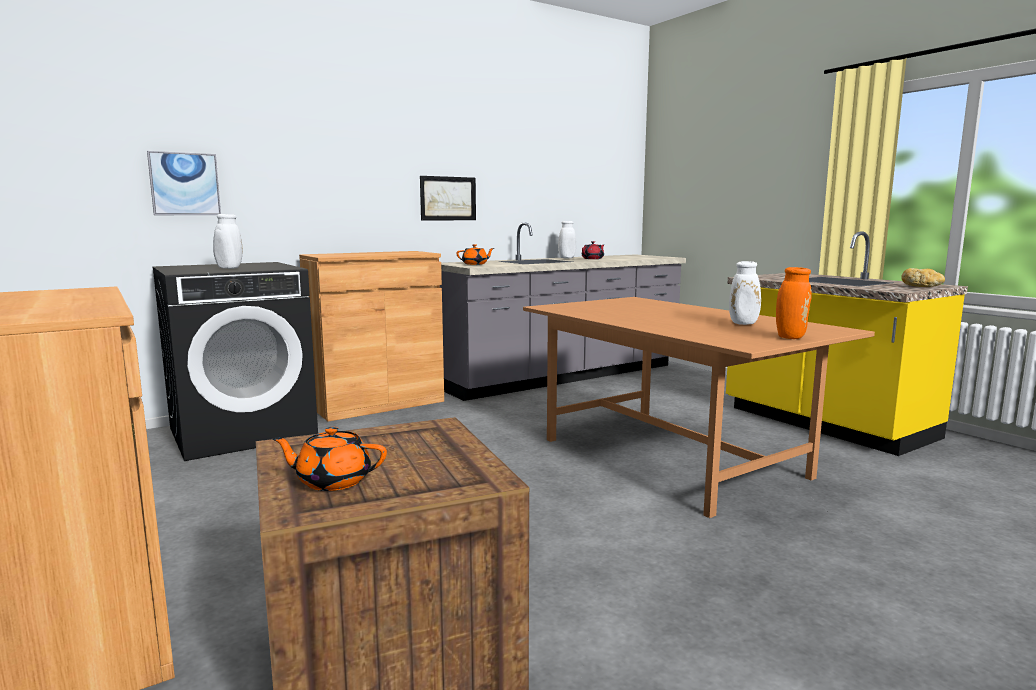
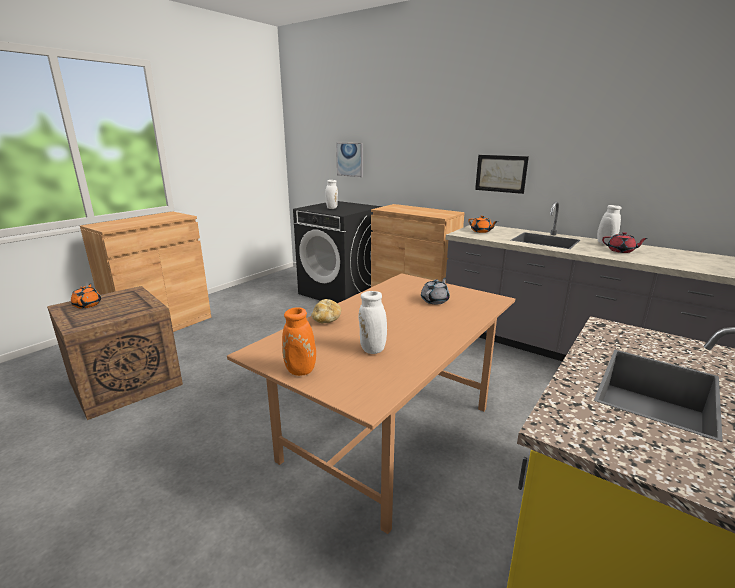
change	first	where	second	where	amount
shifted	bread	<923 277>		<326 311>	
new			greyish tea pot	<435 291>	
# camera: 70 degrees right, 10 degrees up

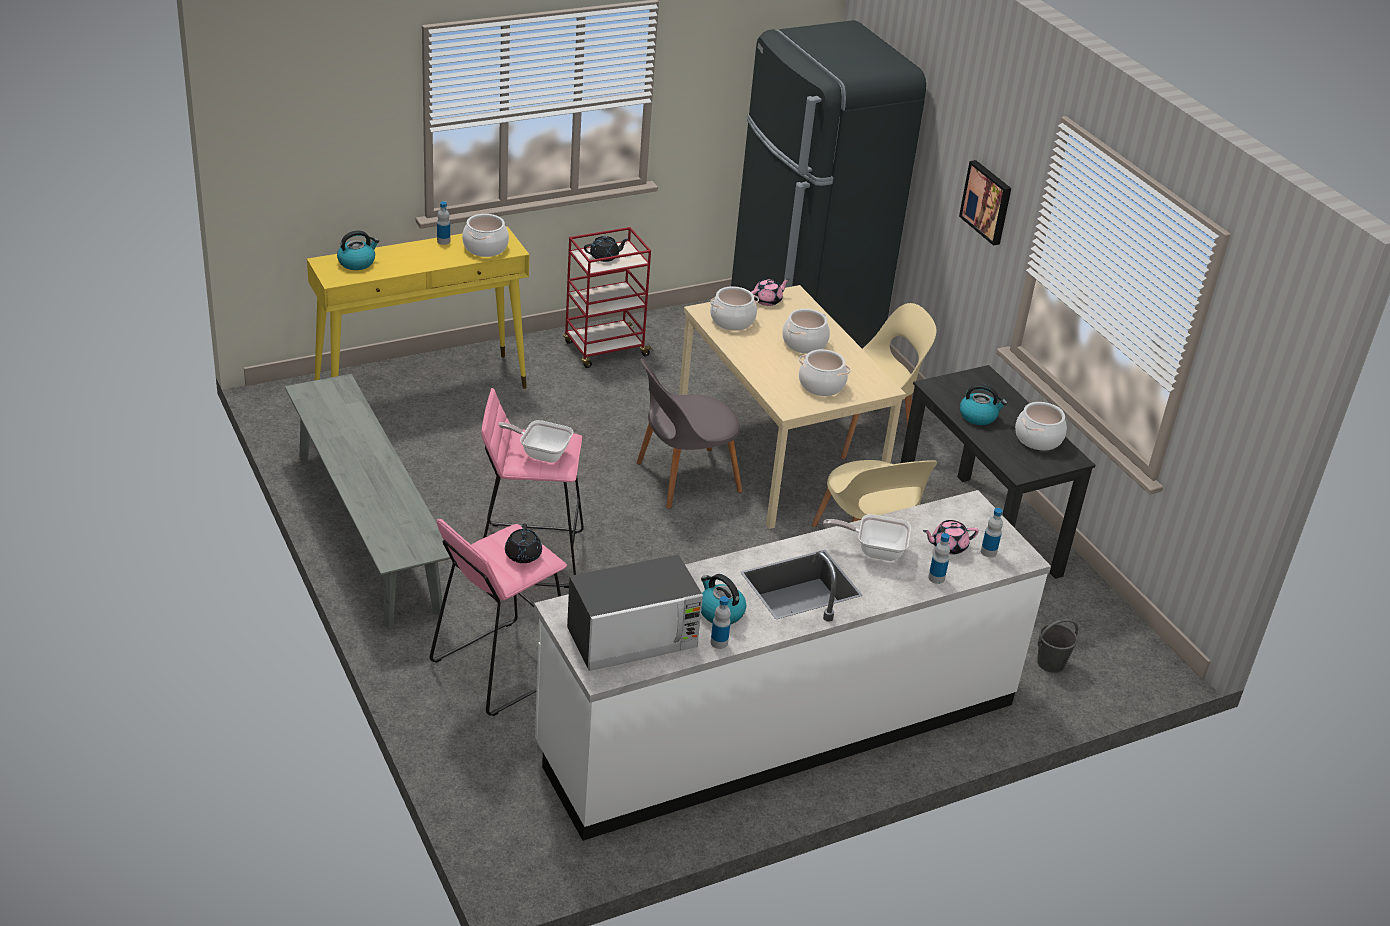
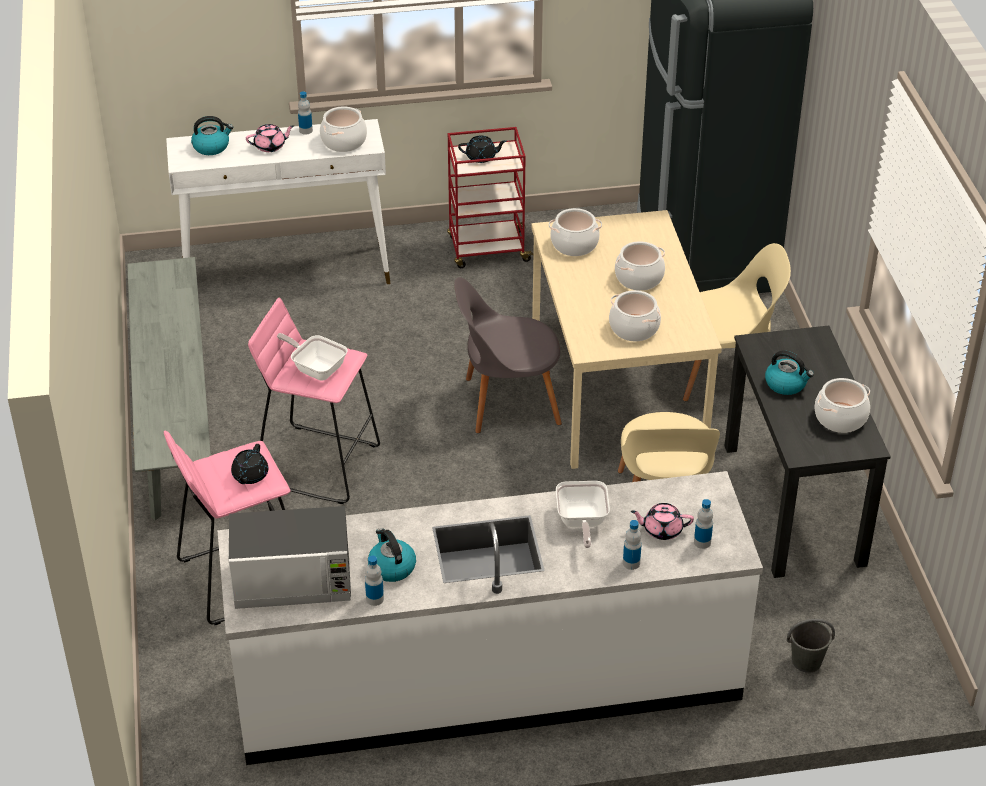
change	first	where	second	where	amount
repainted	yellow console table	<418 307>	white console table	<278 201>	
shifted	pink tea pot	<770 292>		<270 138>	
rotated	skillet	<867 537>		<583 514>	120 degrees counterclockwise
gone	picture	<985 203>			
# camera: 20 degrees right, 5 degrees up

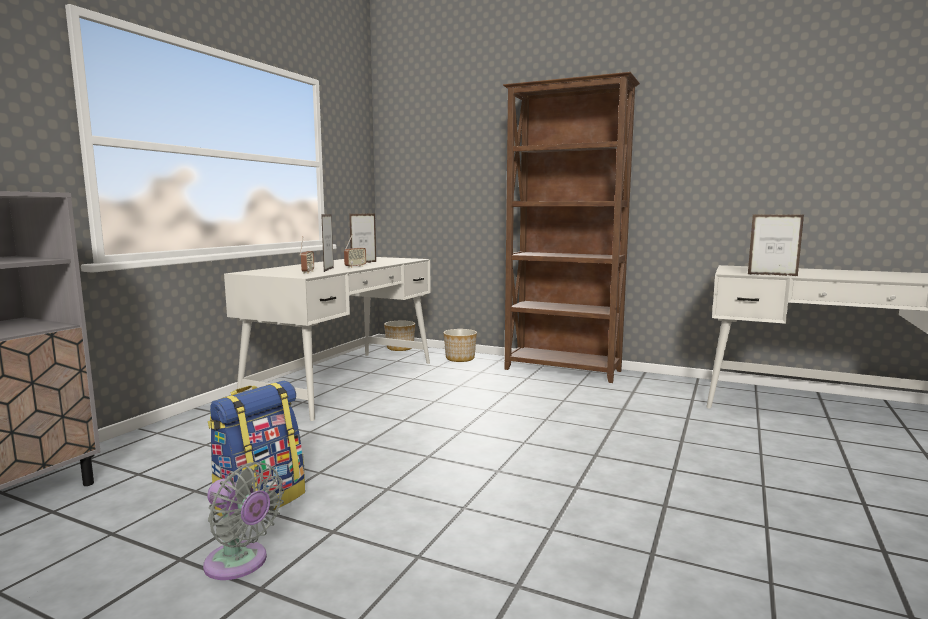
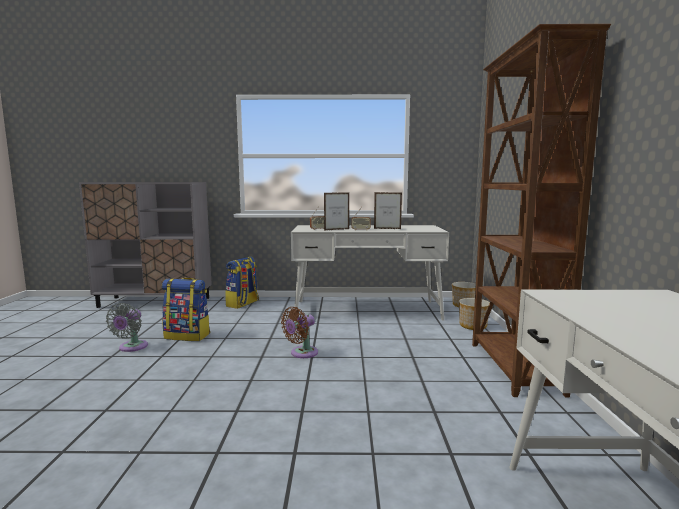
change	first	where	second	where	amount
gone	photo frame	<776 245>			
new			knapsack	<242 283>	
new			brown-coloured fan	<299 332>	
# camera: 65 degrees right, 0 degrees up

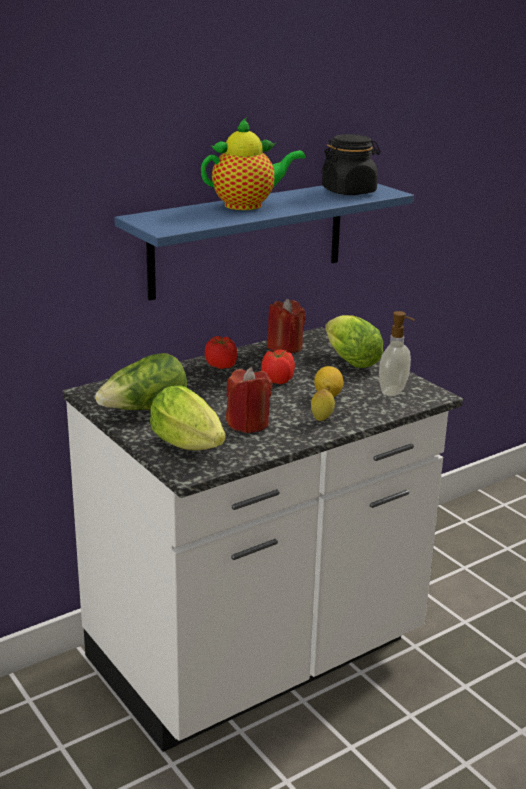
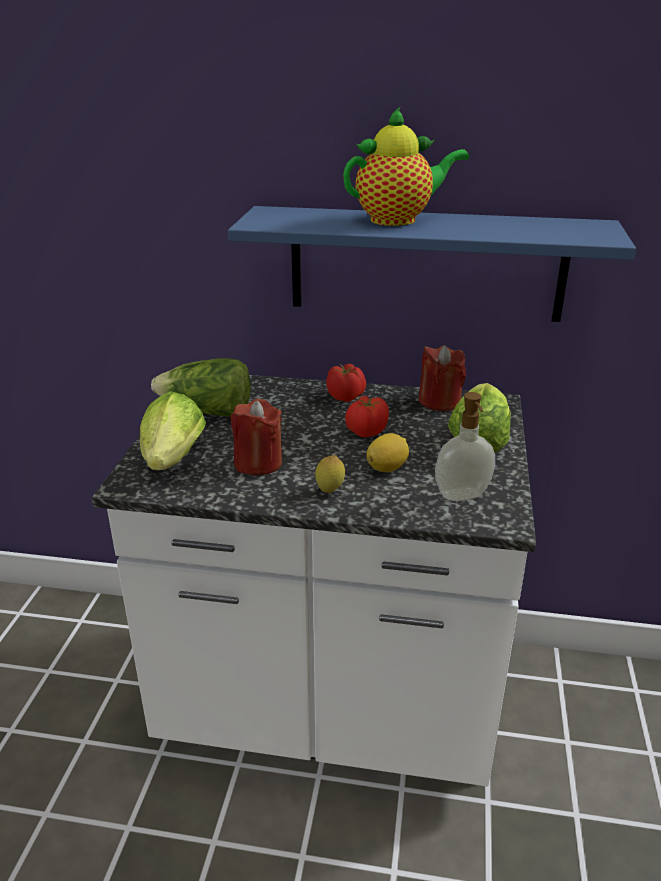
change	first	where	second	where	amount
rotated	tea pot	<253 163>		<406 166>	45 degrees counterclockwise
gone	black-coloured preserve jar	<351 164>			
# camera: 45 degrees right, 5 degrees up

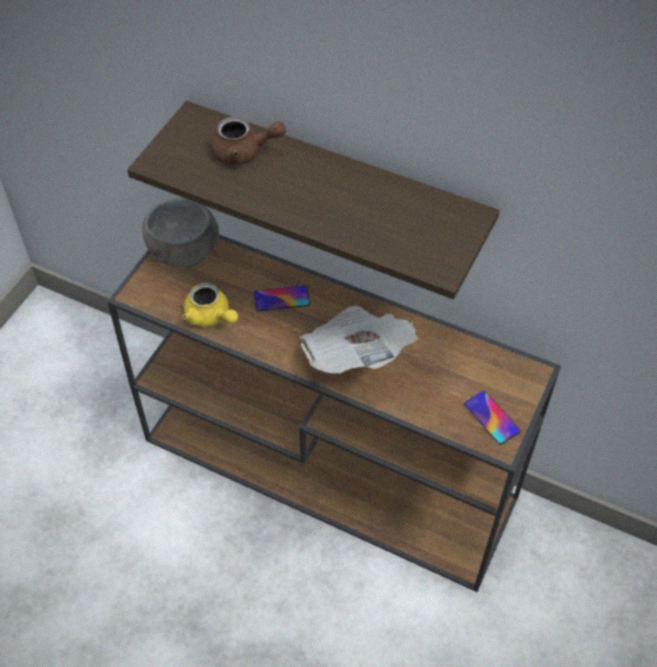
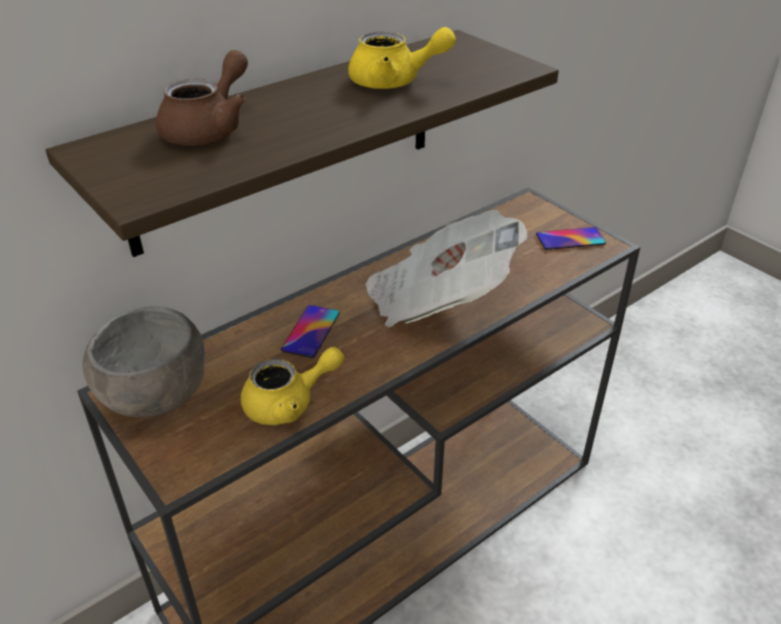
change	first	where	second	where	amount
new			yellow tea pot	<402 58>	
# camera: 65 degrees left, 15 degrees down

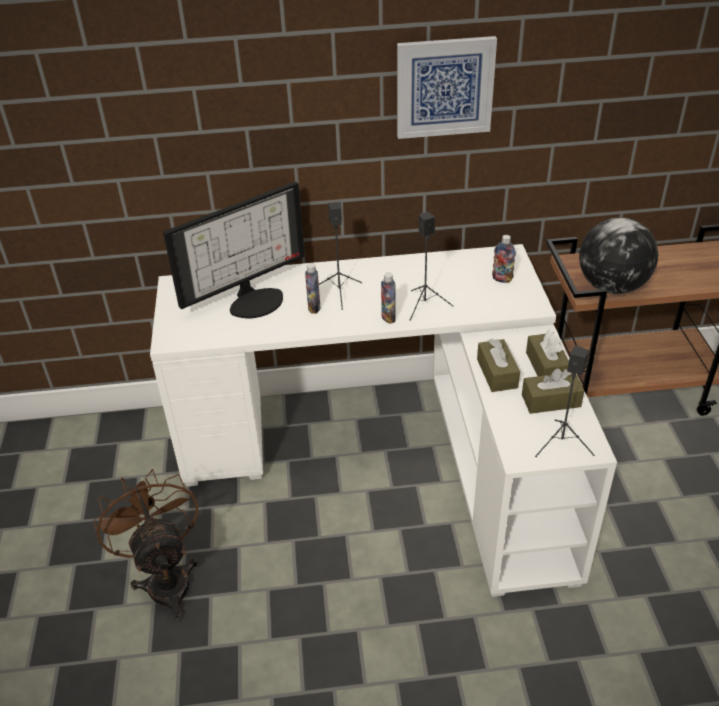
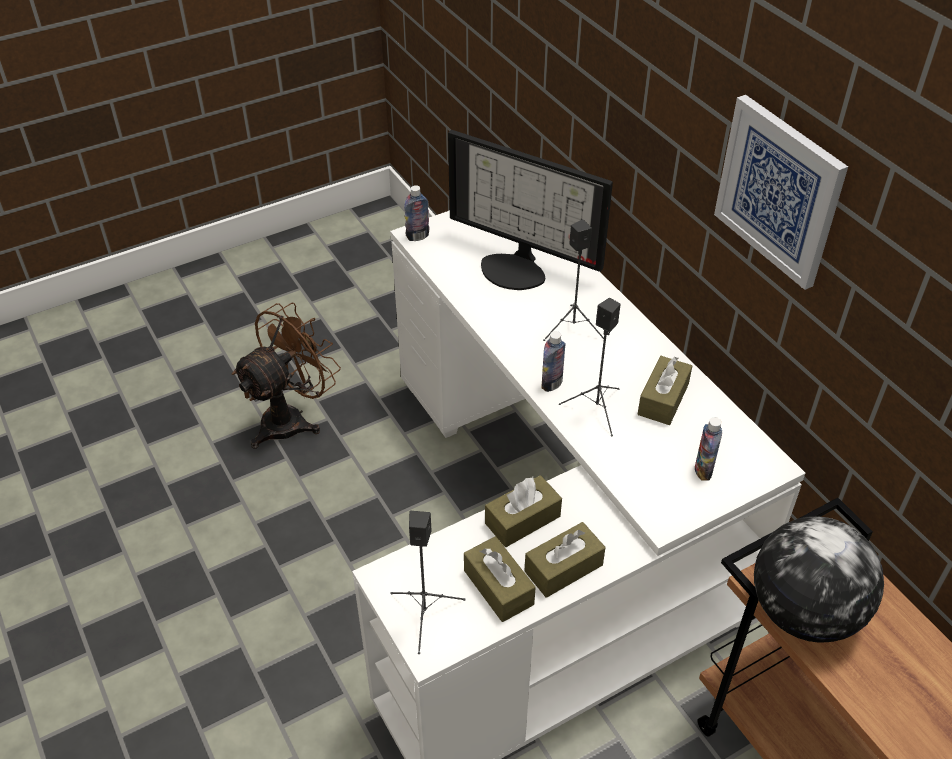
change	first	where	second	where	amount
shifted	beverage bottle	<312 288>		<416 213>	
new			brown-coloured tissue holder	<665 390>	
# camera: 65 degrees right, 5 degrees up

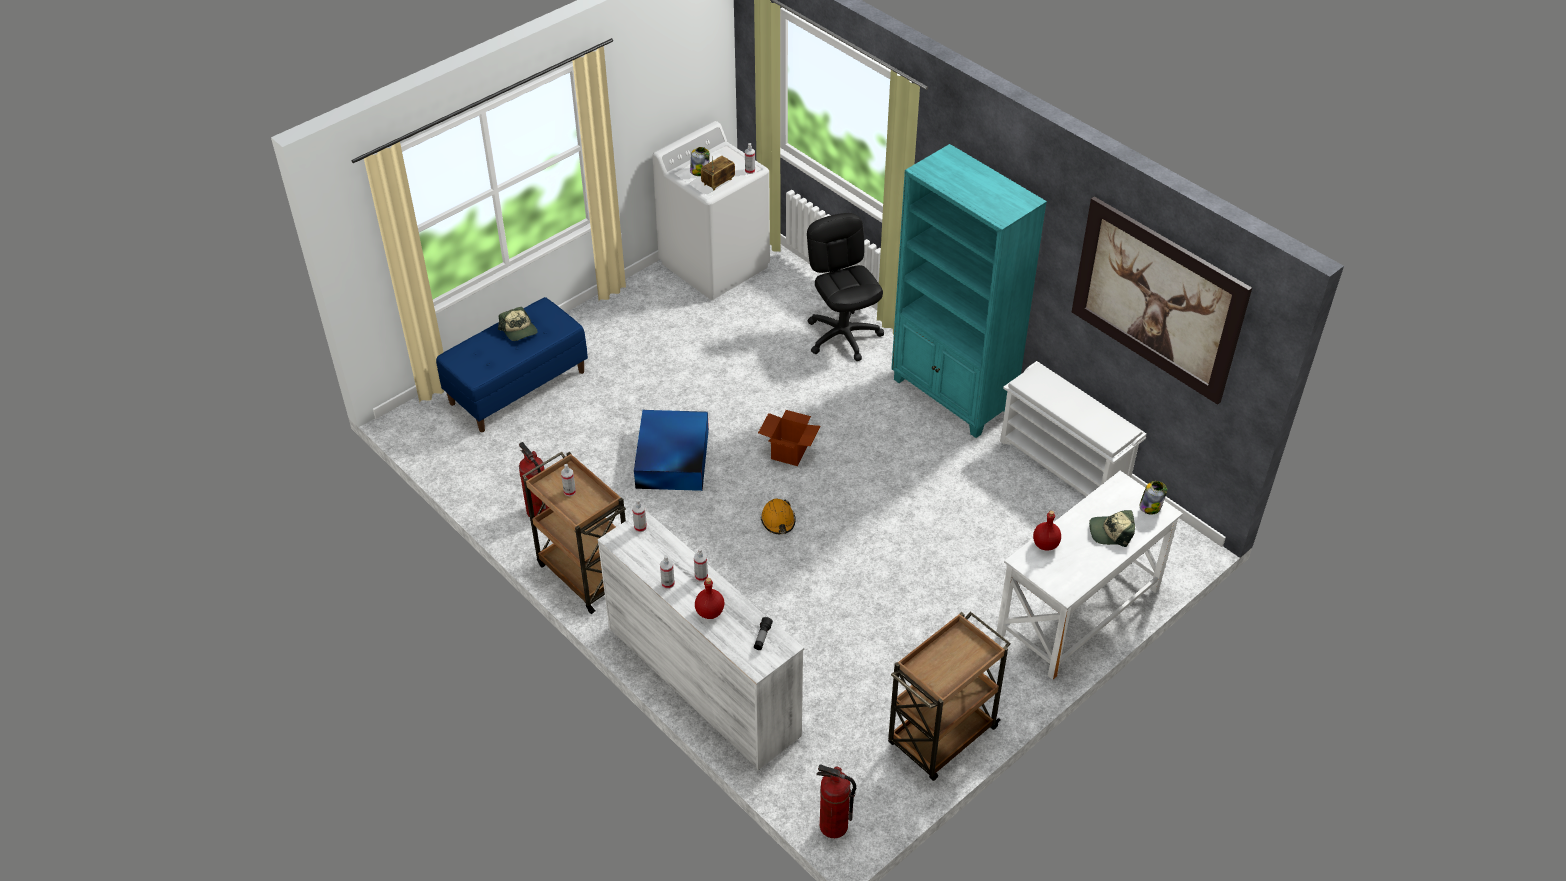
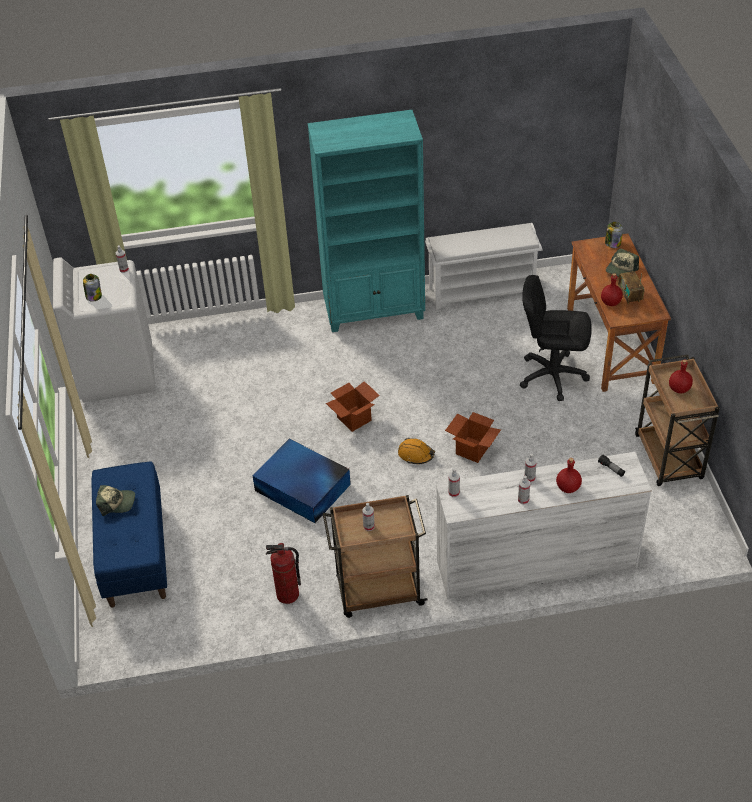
change	first	where	second	where	amount
shifted	radio set	<718 173>		<631 287>	
shifted	black-coloured computer chair	<845 287>		<556 338>	
gone	fire extinguisher	<836 801>			
repainted	white desk unit	<1089 575>	brown-coloured desk unit	<619 312>	
gone	picture	<1162 300>			
new			packing box	<473 437>	
new			reddish beverage bottle	<681 376>	
# camera: 55 degrees left, 0 degrees up

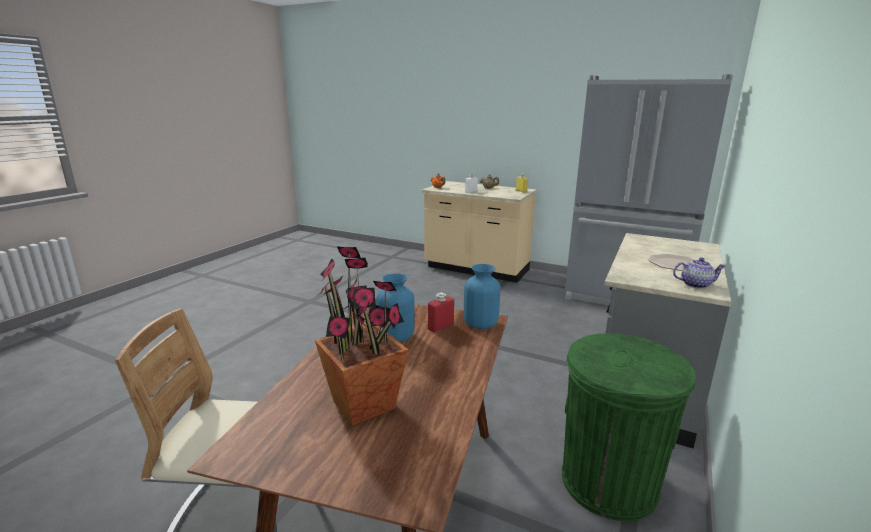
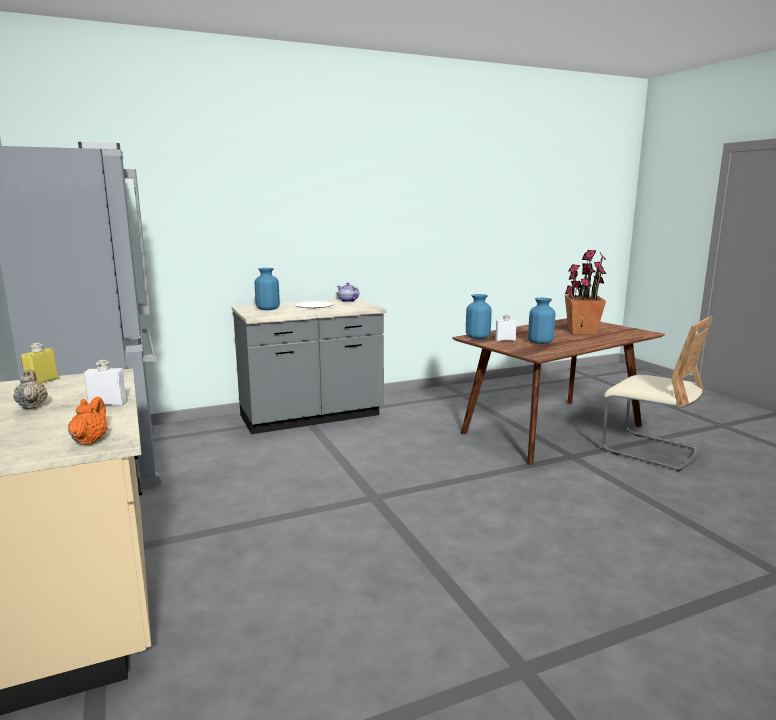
change	first	where	second	where	amount
repainted	reddish beverage bottle	<441 312>	white beverage bottle	<506 328>	
gone	green rubbish bin	<629 427>			
new			blue-coloured flower vase	<267 289>	
# camera: 140 degrees left, 5 degrees down

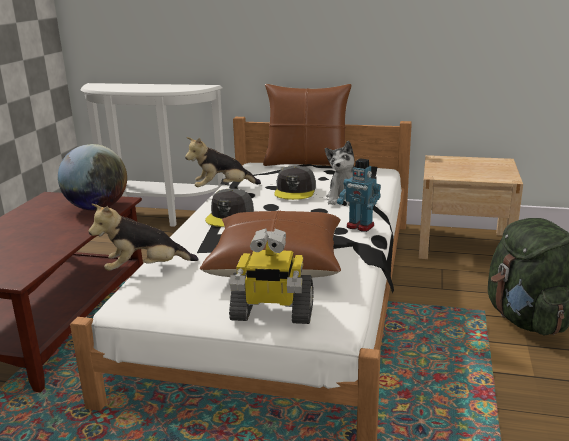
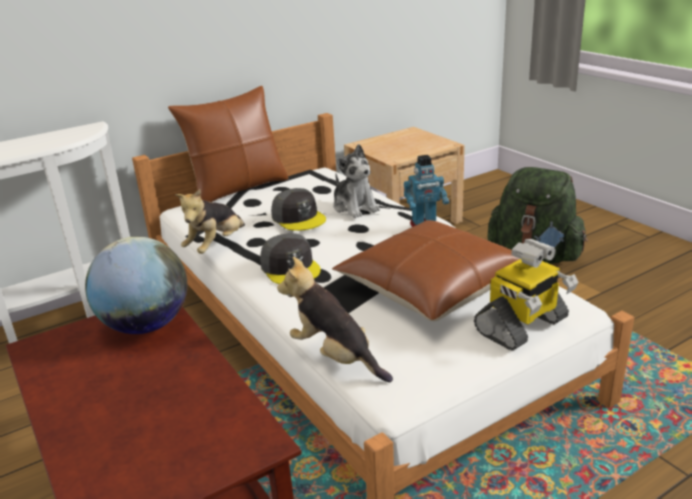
change	first	where	second	where	amount
rotated	cuddly toy	<143 237>		<335 319>	105 degrees clockwise
# camera: 45 degrees left, 5 degrees up

